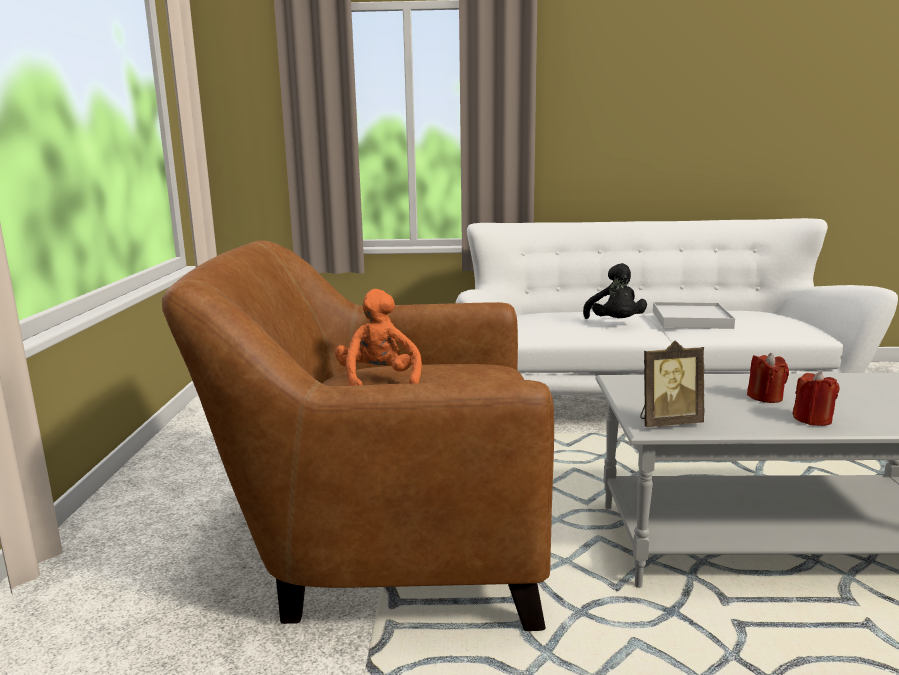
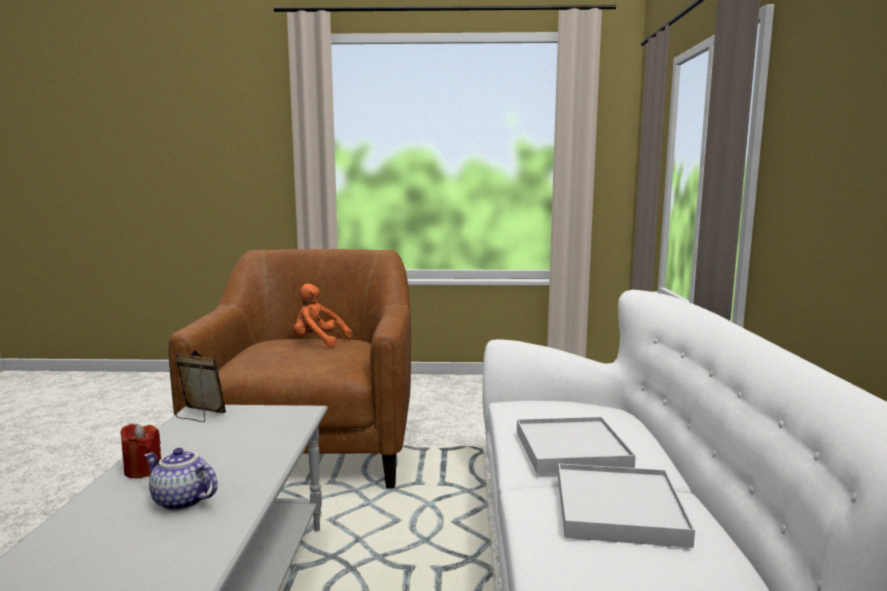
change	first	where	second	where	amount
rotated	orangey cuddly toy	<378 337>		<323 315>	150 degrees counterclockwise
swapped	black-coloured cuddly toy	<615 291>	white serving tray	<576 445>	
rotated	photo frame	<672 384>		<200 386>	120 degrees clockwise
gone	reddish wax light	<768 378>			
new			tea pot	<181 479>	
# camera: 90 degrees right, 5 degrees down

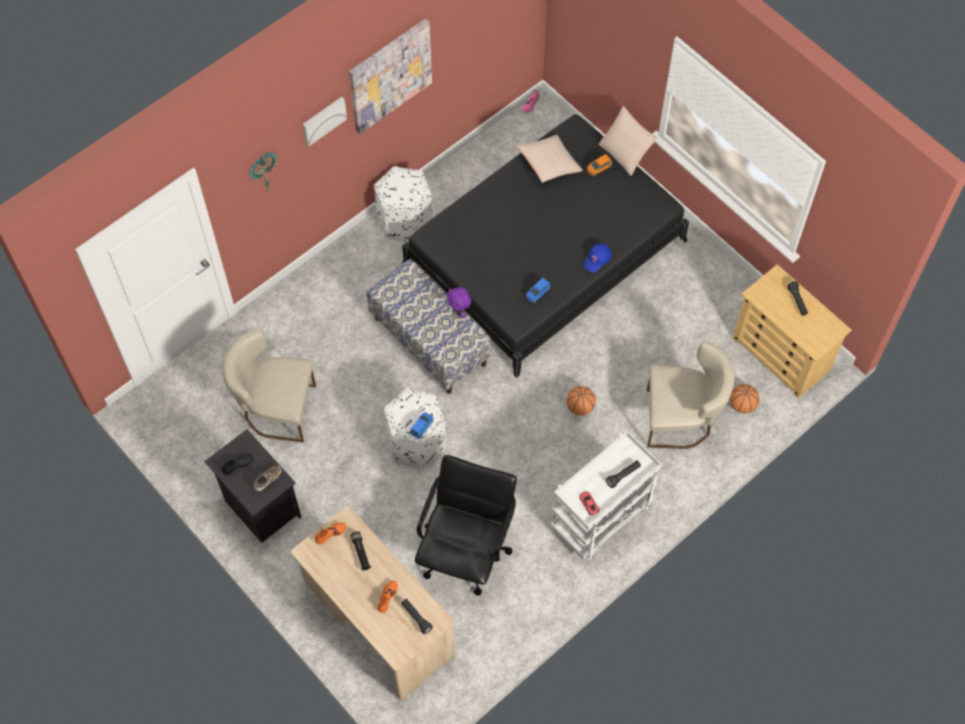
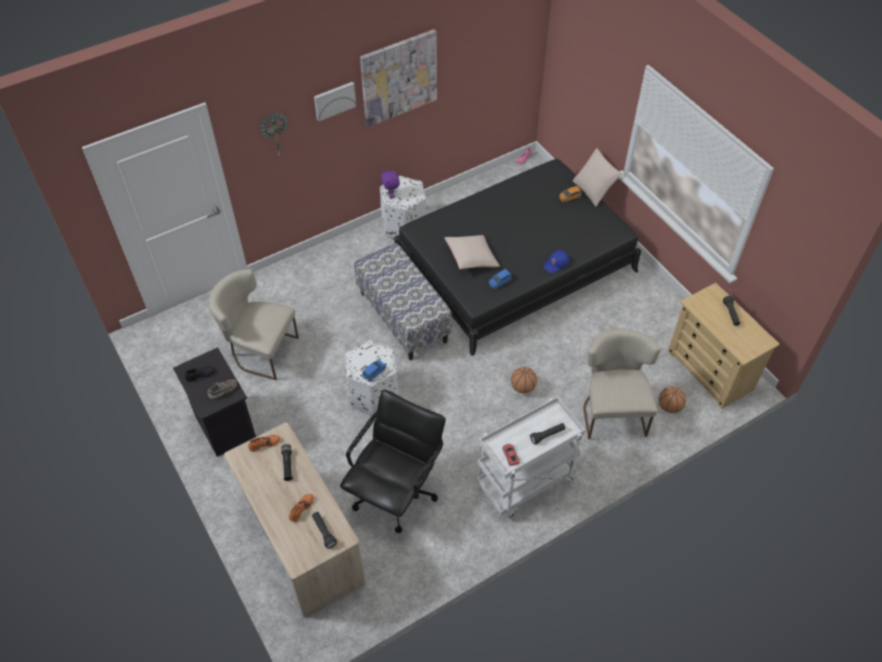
change	first	where	second	where	amount
shifted	purplish cuddly toy	<459 302>		<390 184>	
shifted	beige-coloured pillow	<550 159>		<472 252>	
rotated	beige-coloured upright chair	<691 395>		<622 383>	105 degrees counterclockwise
# camera: 10 degrees right, 10 degrees down

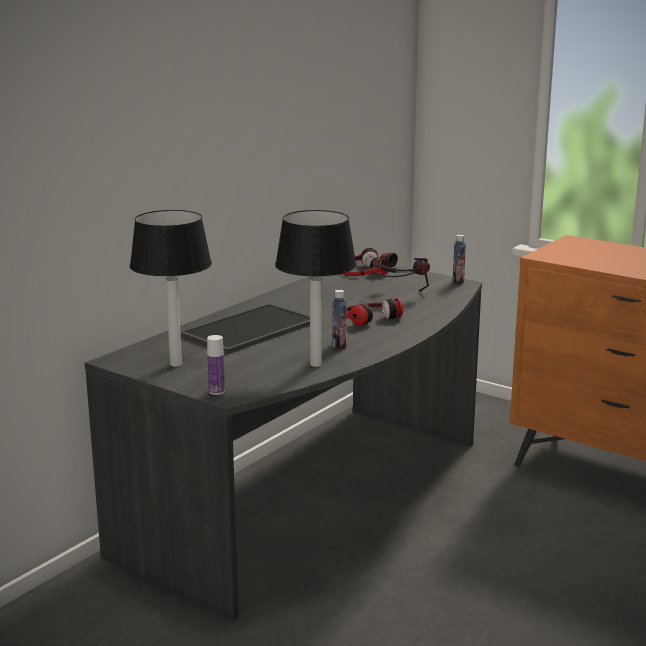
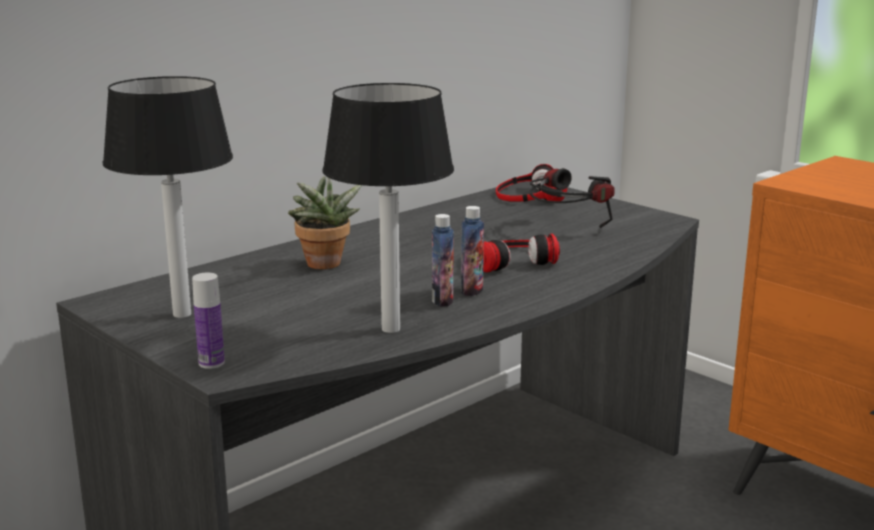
change	first	where	second	where	amount
swapped	serving tray	<245 328>	houseplant	<325 222>	
shifted	beverage bottle	<459 260>		<472 251>	
# camera: 10 degrees right, 0 degrees up

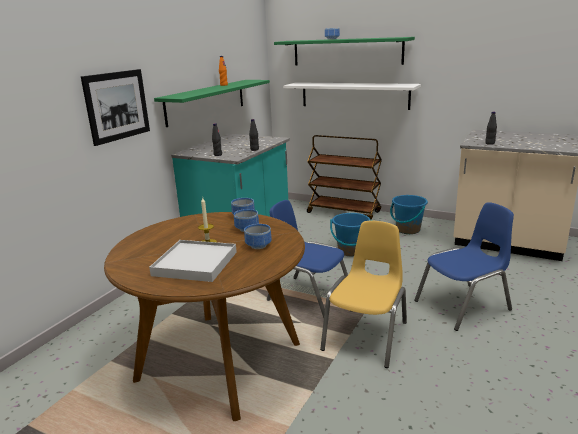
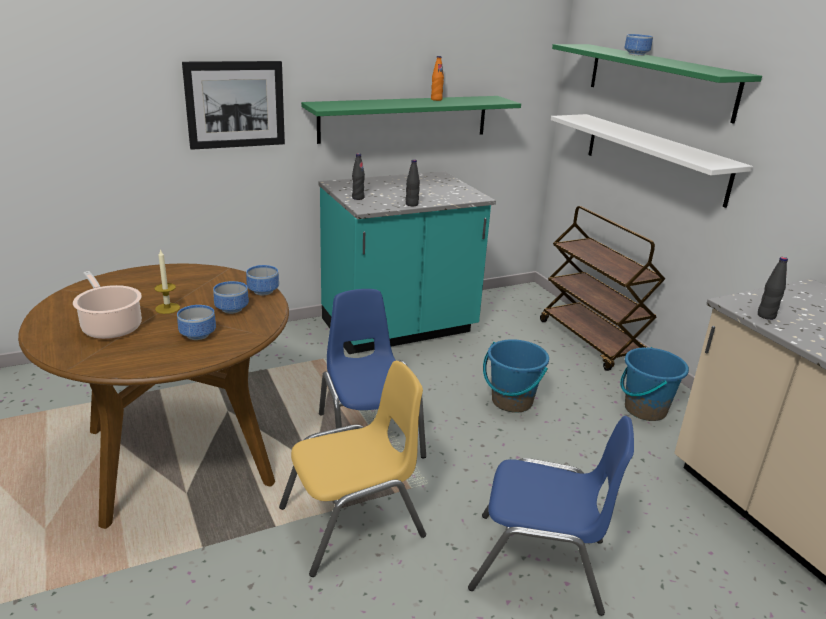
change	first	where	second	where	amount
swapped	white serving tray	<193 261>	saucepot	<107 305>	
# camera: 35 degrees right, 5 degrees up

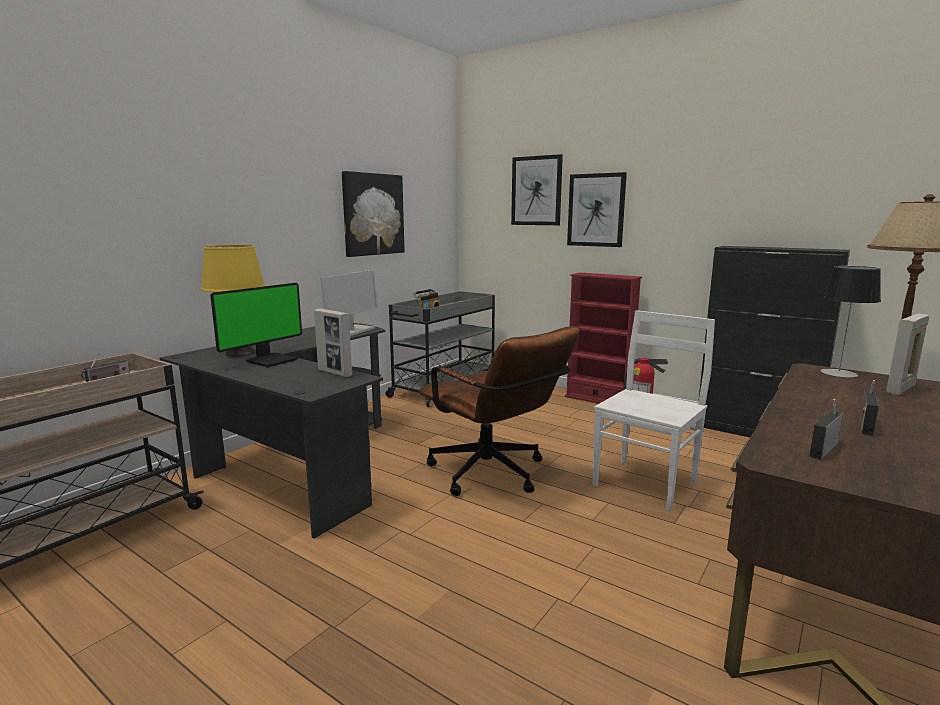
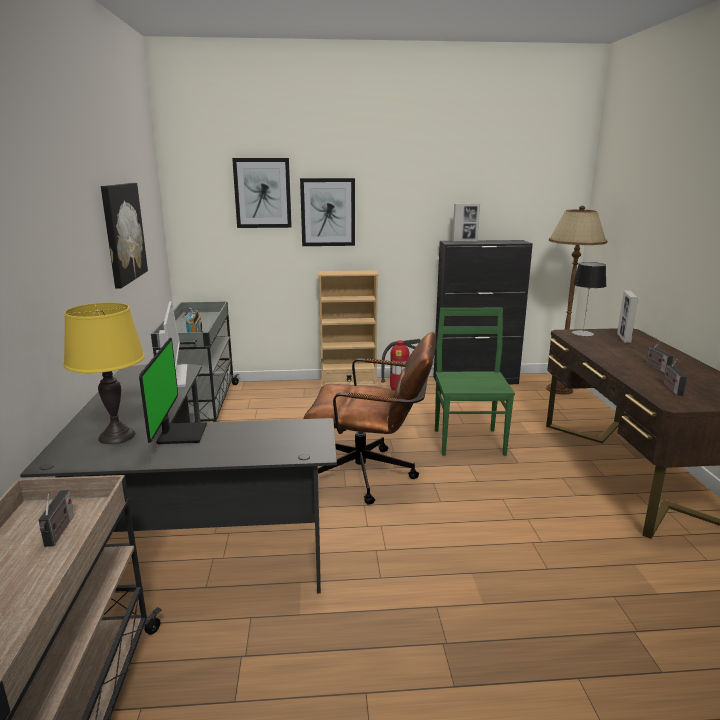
change	first	where	second	where	amount
shifted	photo frame	<333 343>		<466 223>	
repainted	reddish bookshelf	<603 338>	beige-coloured bookshelf	<348 329>	
repainted	white upright chair	<654 410>	green upright chair	<475 382>	
# camera: 40 degrees left, 5 degrees up

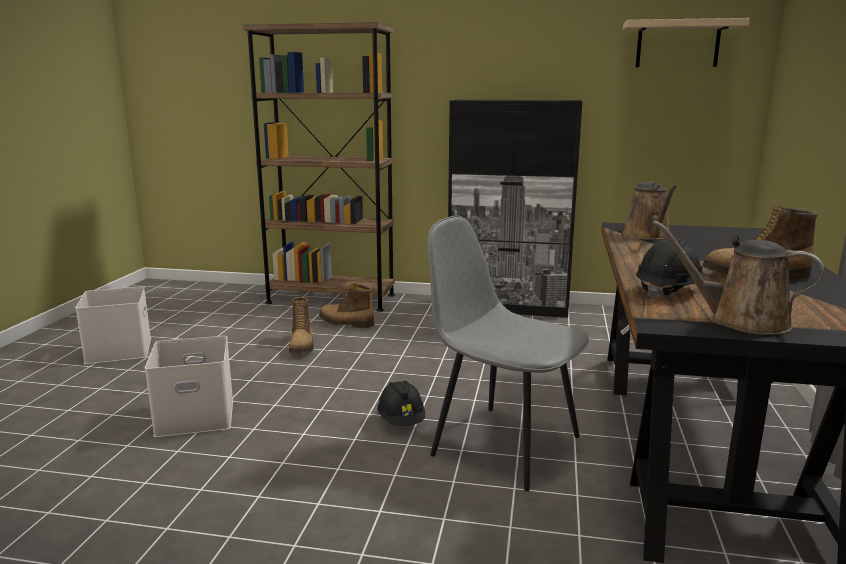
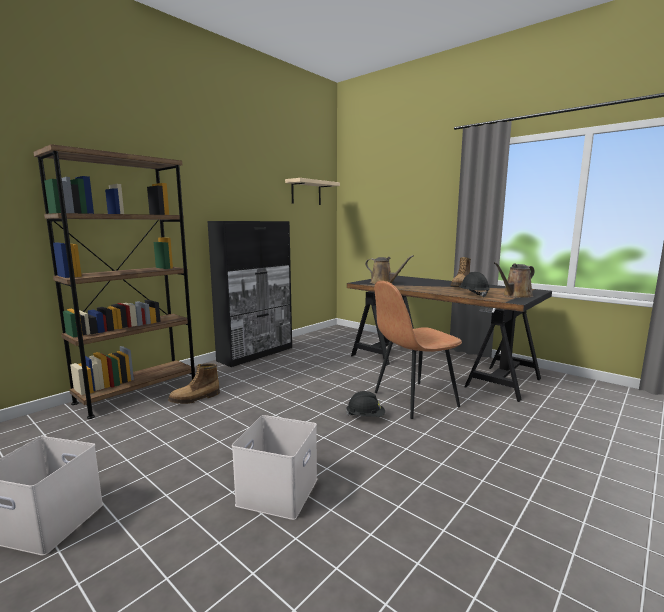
change	first	where	second	where	amount
gone	tall boot	<301 325>			
repainted	greyish upright chair	<508 353>	brown-coloured upright chair	<418 350>	
# camera: 60 degrees left, 5 degrees down

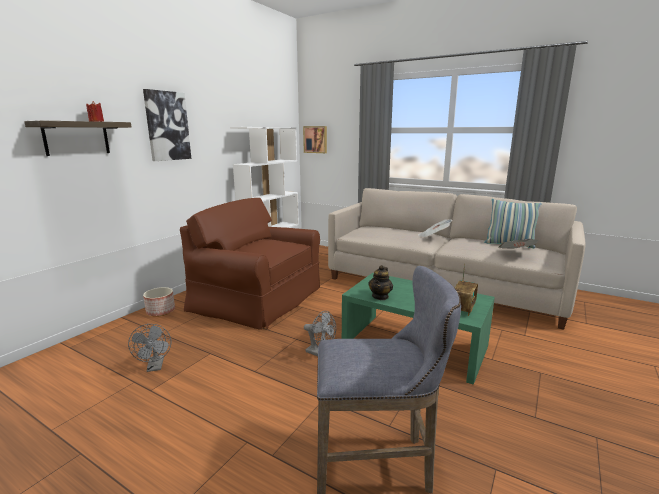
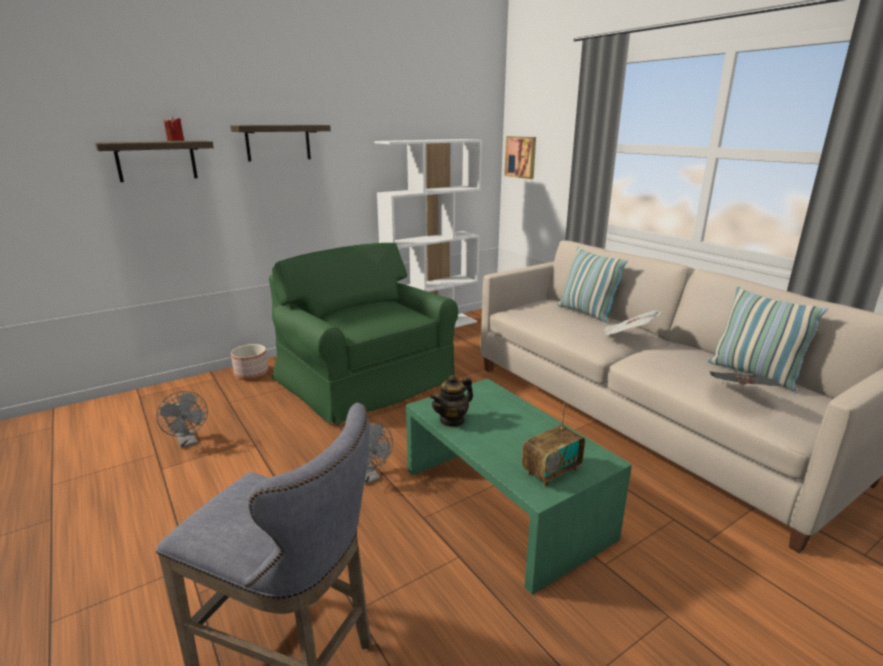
change	first	where	second	where	amount
rotated	greyish fan	<149 348>		<182 419>	45 degrees counterclockwise
swapped	picture	<167 125>	shelf	<280 143>	
repainted	brown-coloured easy chair	<250 264>	green easy chair	<363 334>	
new			pillow	<593 284>	
# camera: 25 degrees right, 5 degrees up

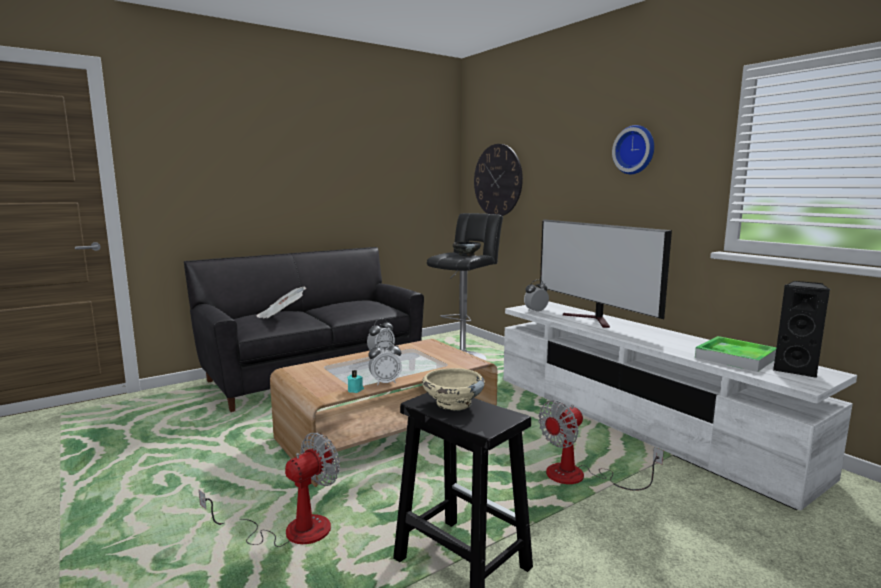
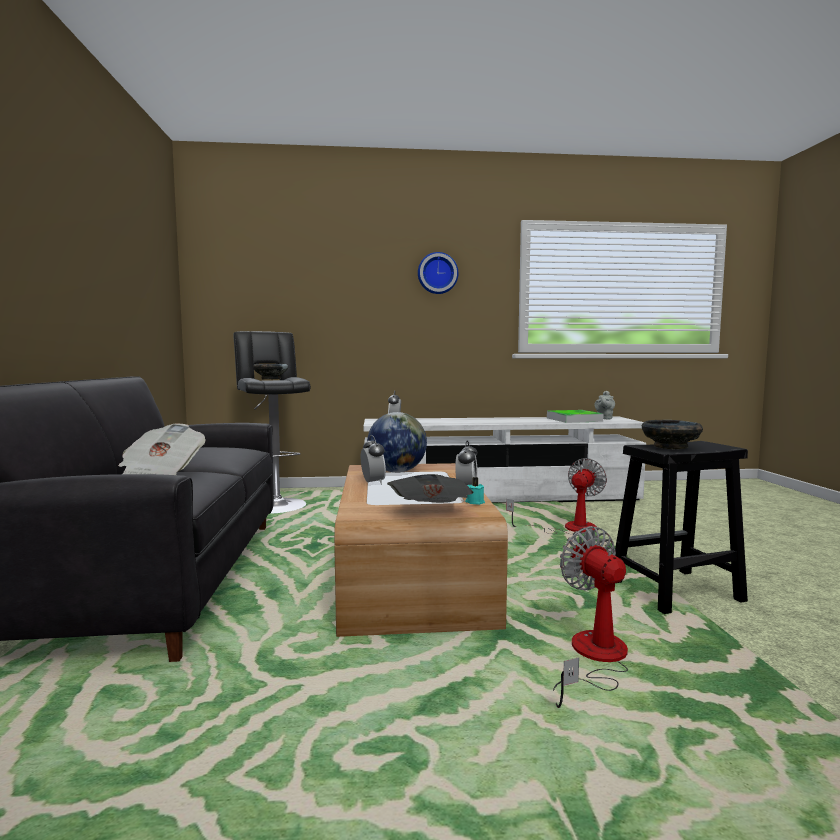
change	first	where	second	where	amount
repainted	beige-coloured bowl	<453 389>	black-coloured bowl	<672 435>	
gone	hanging clock	<498 180>			
rotated	fan	<601 445>		<556 496>	135 degrees counterclockwise
gone	television	<606 273>			
swapped	black-coloured loudspeaker	<801 329>	greyish tea pot	<604 405>	
new			world globe	<397 442>	
new			printed paper	<430 488>	
# camera: 60 degrees left, 5 degrees down

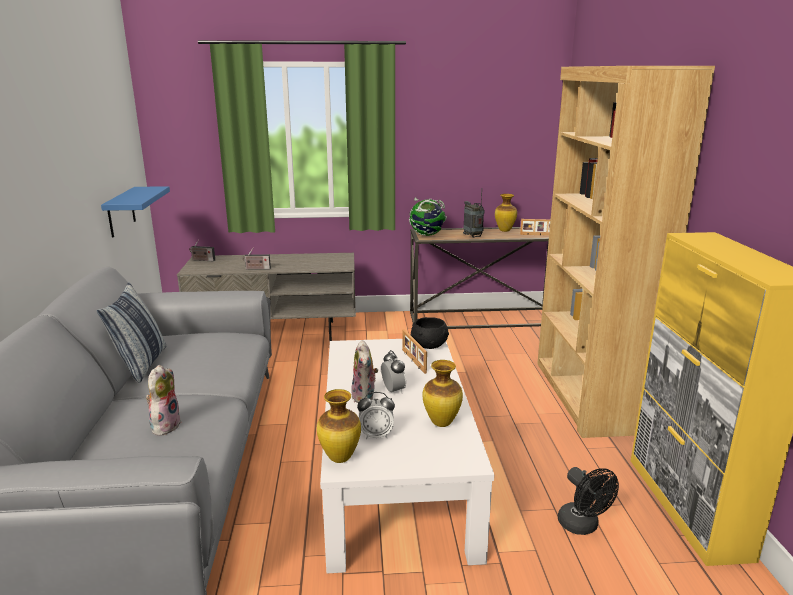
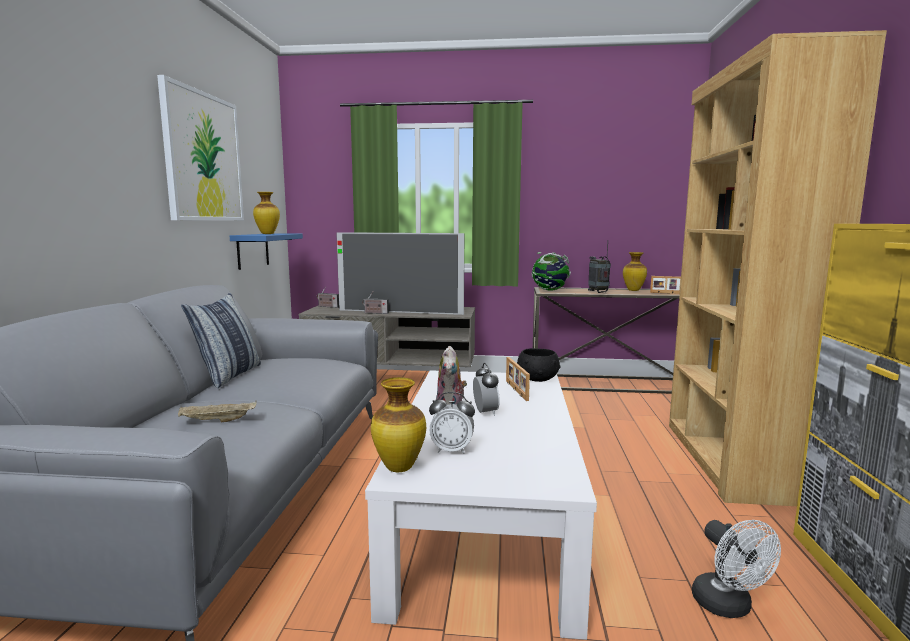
change	first	where	second	where	amount
swapped	cuddly toy	<163 401>	beige-coloured serving tray	<217 411>	
shifted	flower vase	<443 393>		<266 213>	
repainted	black-coloured fan	<588 501>	white fan	<736 569>	
new			picture	<200 148>	
new			television	<400 273>	
# camera: 10 degrees right, 10 degrees down

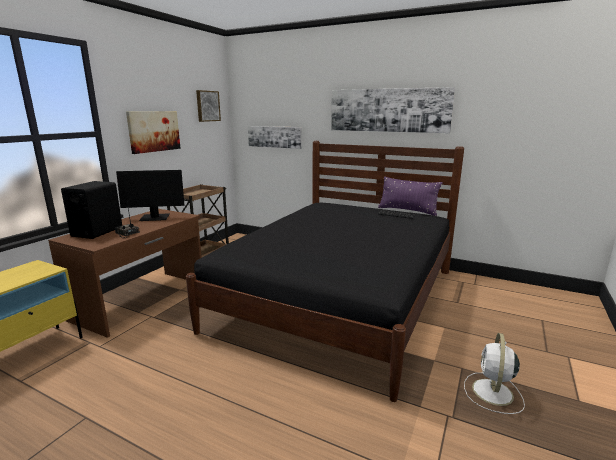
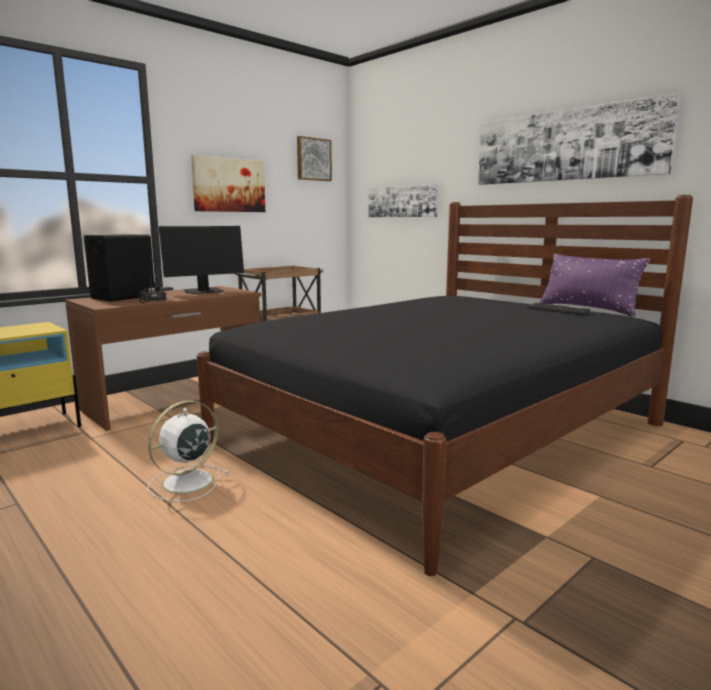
change	first	where	second	where	amount
rotated	computer display	<150 195>		<201 260>	45 degrees counterclockwise
shifted	white fan	<494 373>		<188 451>	
# camera: 20 degrees right, 5 degrees down

